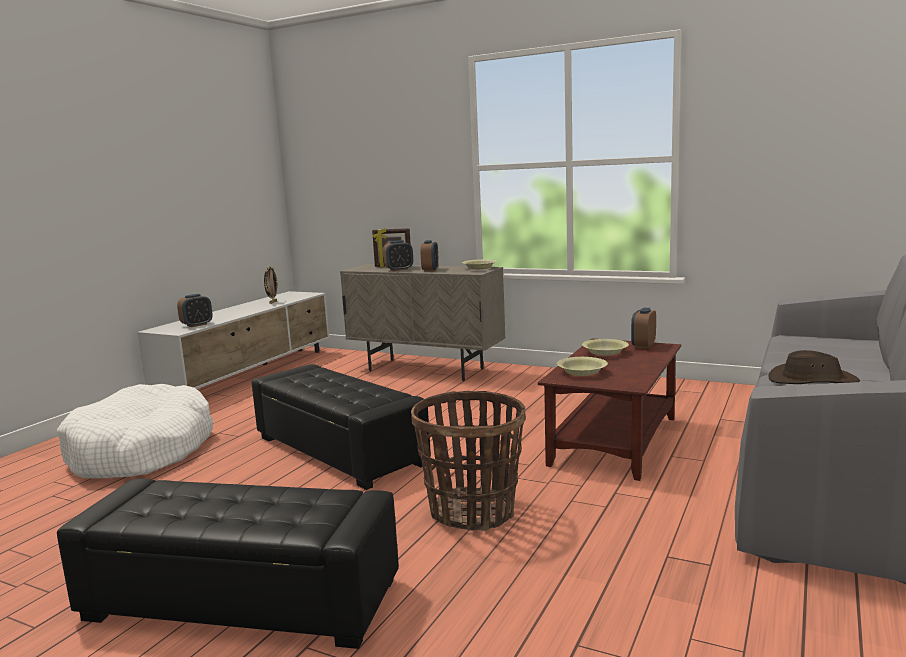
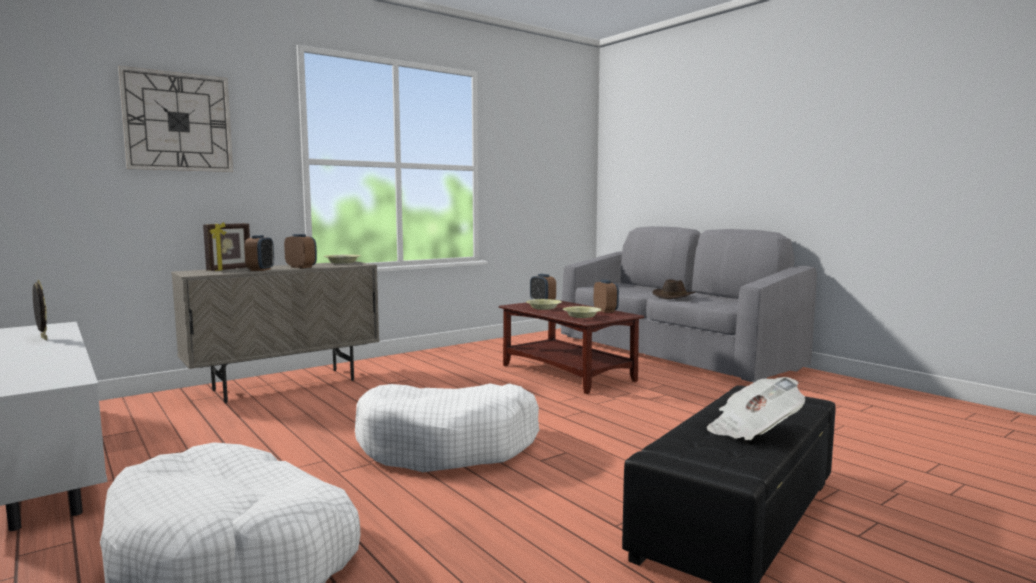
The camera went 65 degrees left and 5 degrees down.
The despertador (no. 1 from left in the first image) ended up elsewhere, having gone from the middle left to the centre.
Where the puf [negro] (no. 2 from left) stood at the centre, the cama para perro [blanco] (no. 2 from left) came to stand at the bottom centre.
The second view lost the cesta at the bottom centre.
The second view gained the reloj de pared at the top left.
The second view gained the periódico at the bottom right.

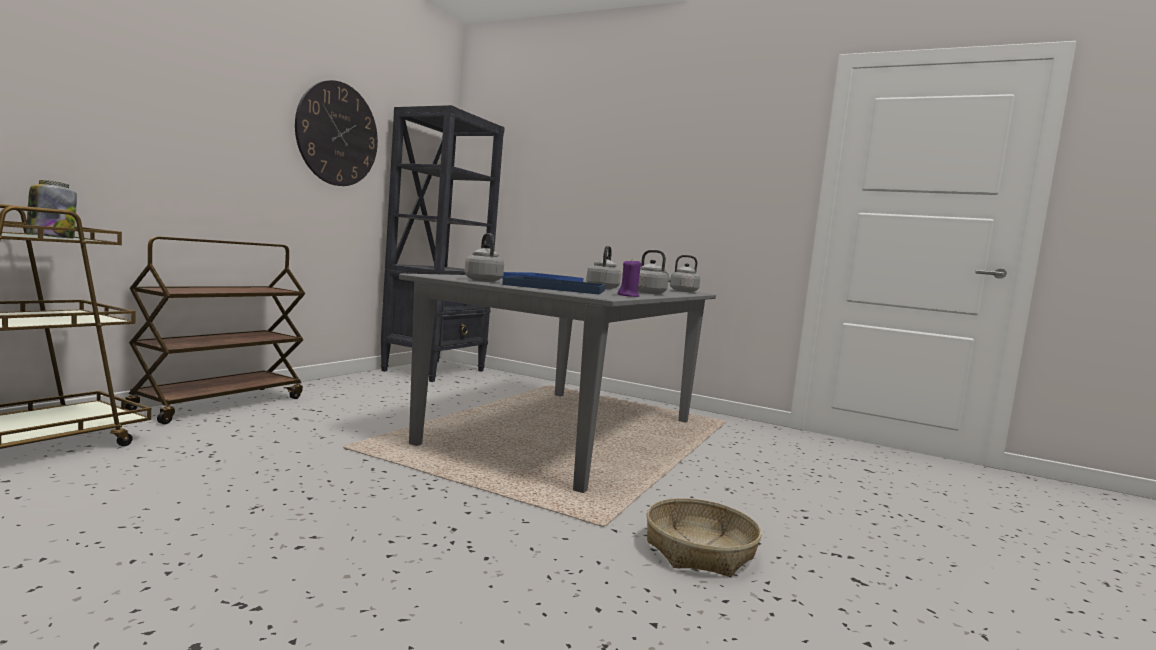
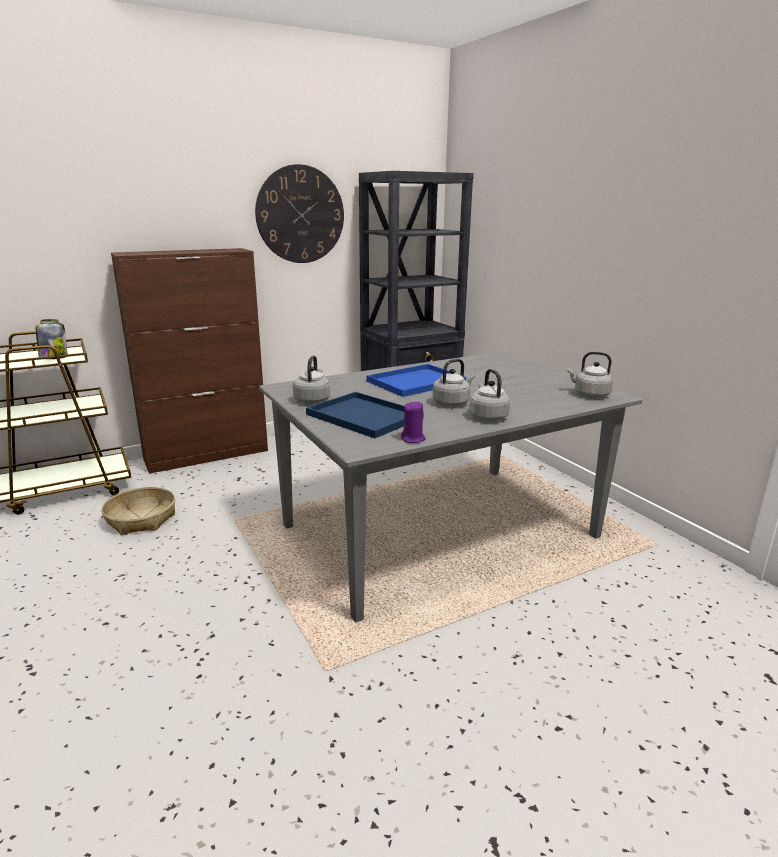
The camera went 35 degrees right and 15 degrees up.
Where the carrito [marrón] (no. 2 from left) stood at the middle left, the armario [marrón] came to stand at the middle left.
The cesta ended up elsewhere, having gone from the bottom centre to the middle left.

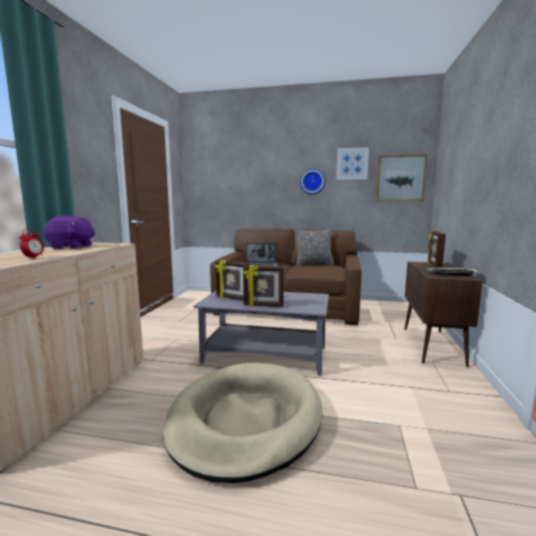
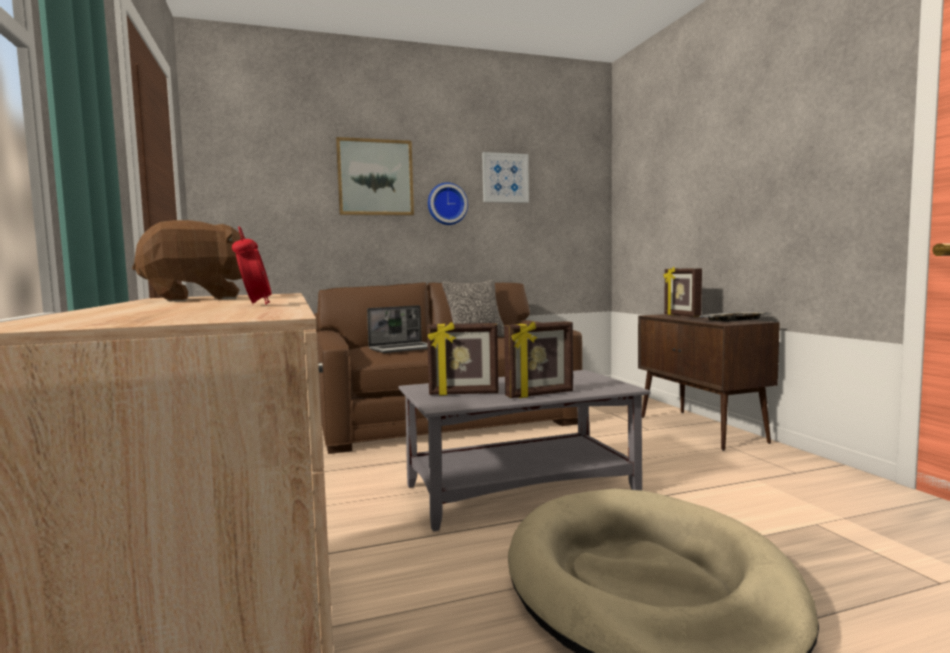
The camera went 30 degrees left and 5 degrees down.
What was the peluche [morado] at the middle left turned into the peluche [marrón] at the middle left.
The cuadro (no. 2 from left in the first image) ended up elsewhere, having gone from the top right to the top centre.

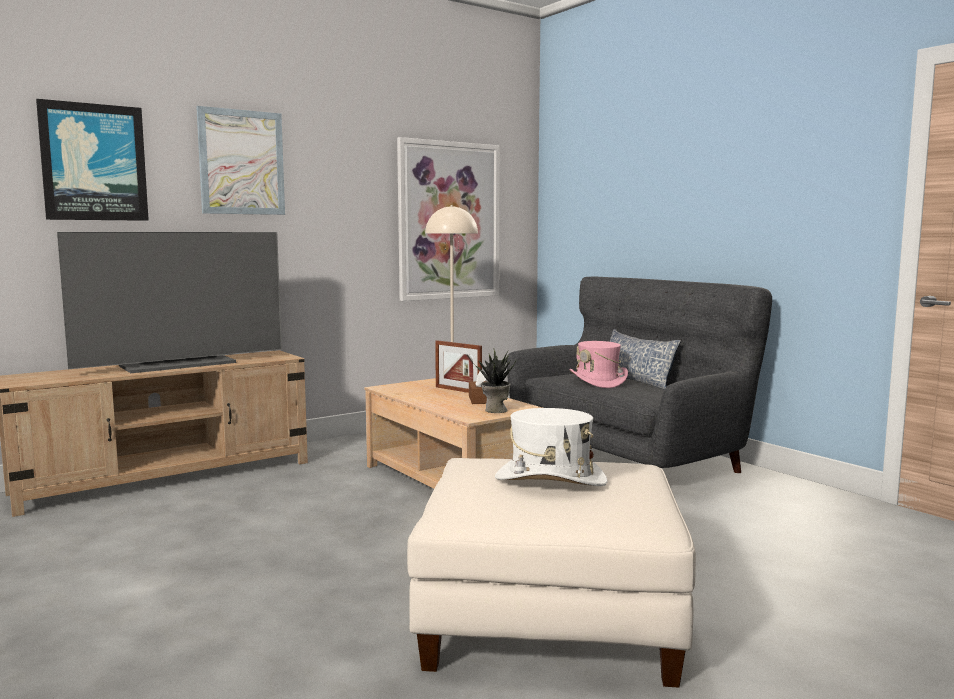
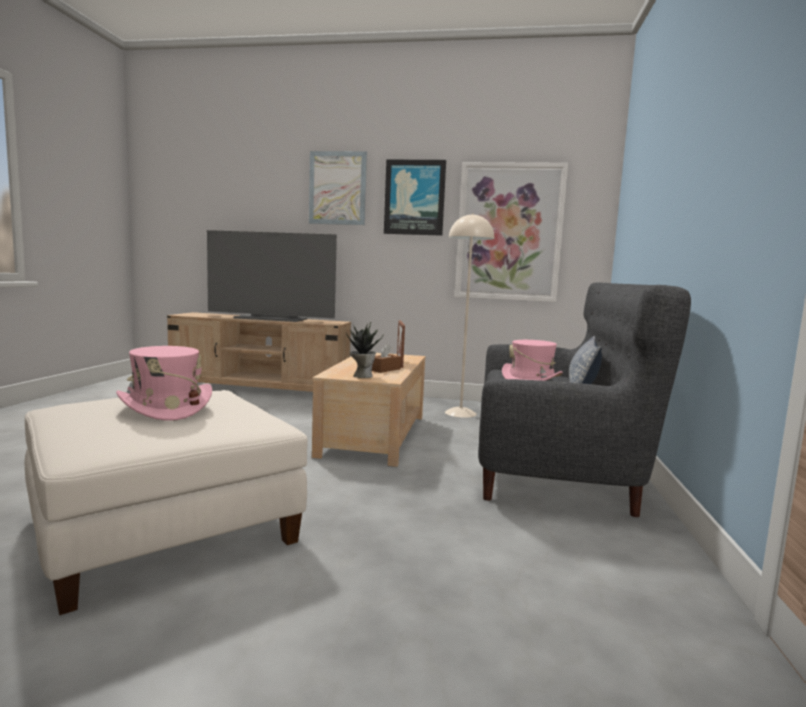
The camera went 45 degrees right and 0 degrees up.
The cuadro (no. 1 from left in the first image) ended up elsewhere, having gone from the top left to the top centre.
What was the sombrero [blanco] at the centre turned into the sombrero [rosa] (no. 1 from left) at the middle left.

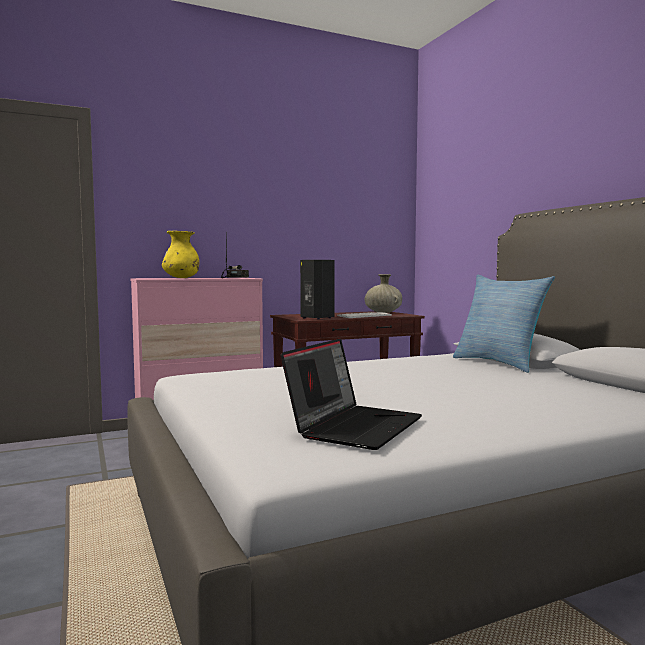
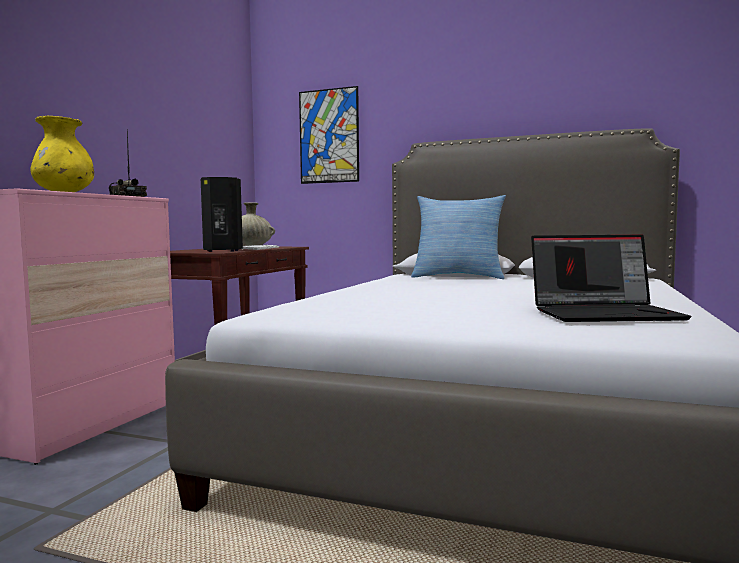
The camera went 45 degrees left and 0 degrees up.
The portátil at the centre ended up facing another way, 105 degrees clockwise from before.
The second view gained the cuadro at the top centre.

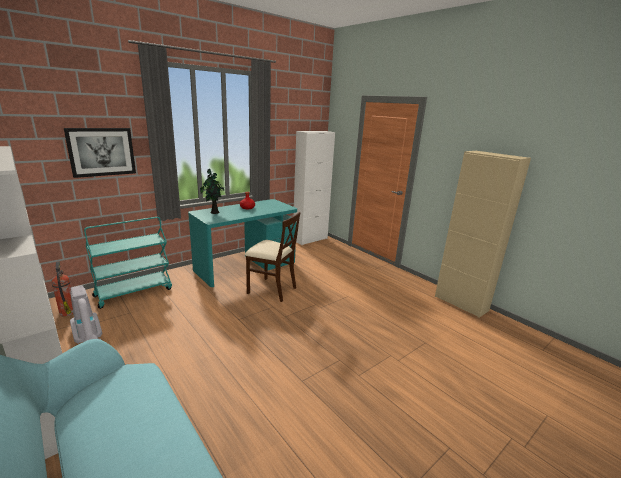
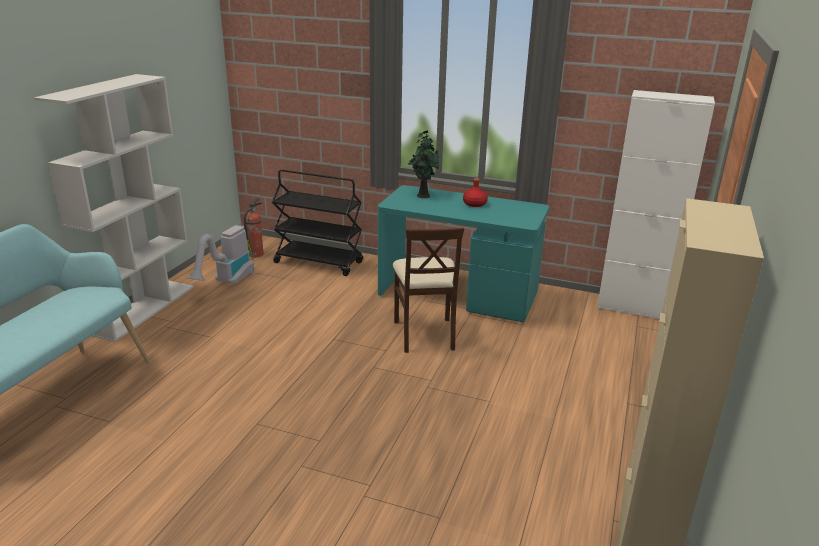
The camera went 60 degrees right and 5 degrees up.
The second view lost the cuadro at the top left.
What was the carrito [turquesa] at the middle left turned into the carrito [negro] at the centre.

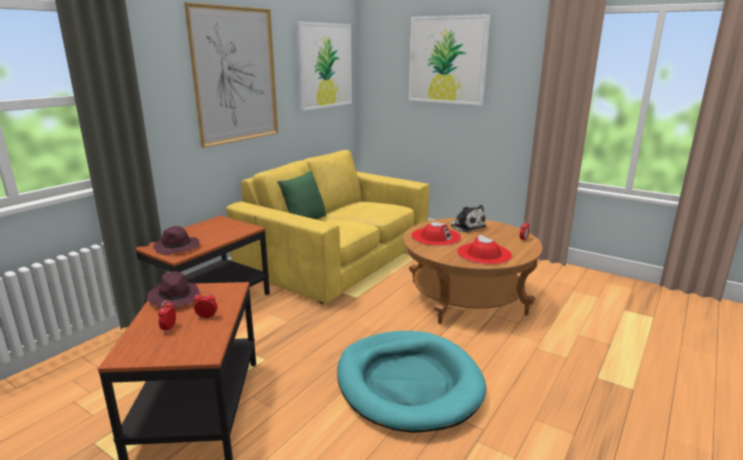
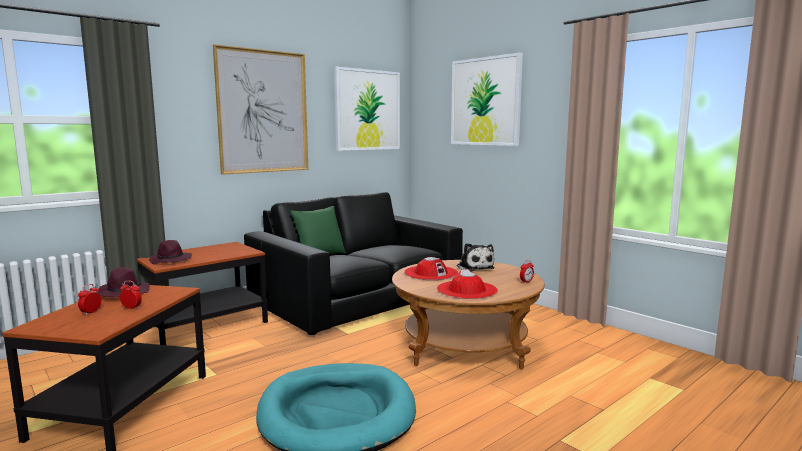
The camera went 15 degrees right and 10 degrees down.
What was the sofá [amarillo] at the centre turned into the sofá [negro] at the centre.

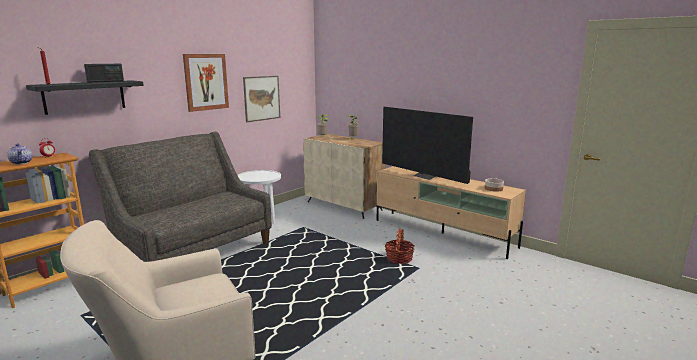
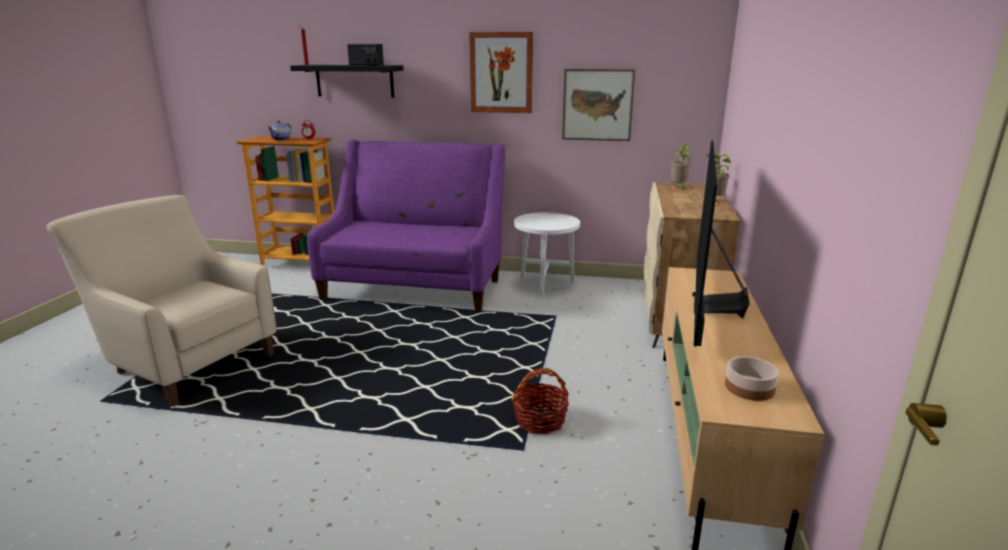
The camera went 60 degrees right and 5 degrees up.
What was the sofá [gris] at the middle left turned into the sofá [morado] at the centre.

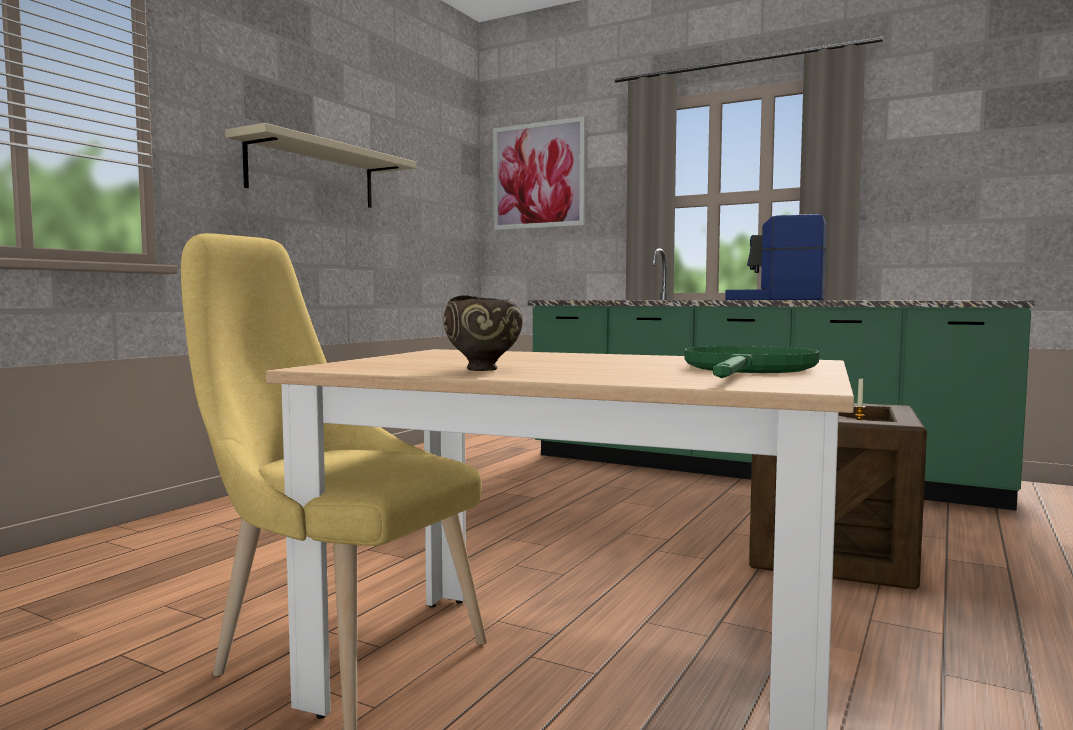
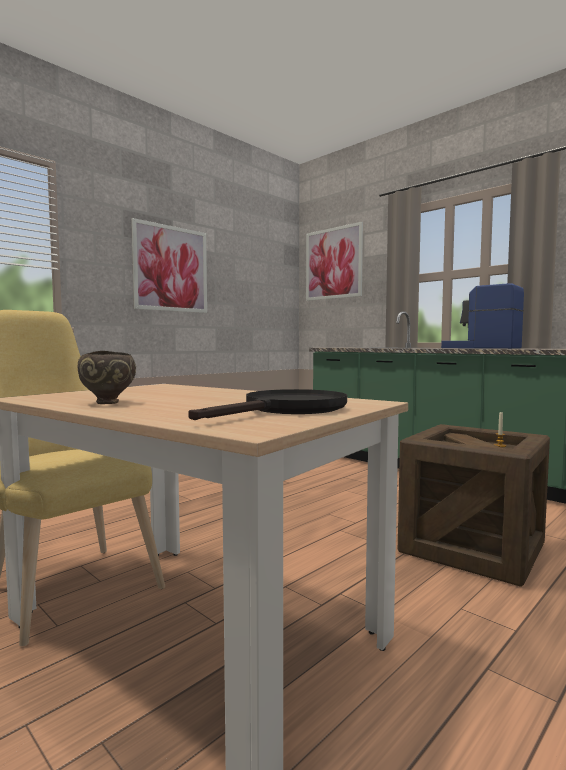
The camera went 15 degrees right and 0 degrees up.
Where the estante [beis] hung at the top left, the cuadro (no. 1 from left) came to hang at the middle left.
What was the sartén [verde] at the middle right turned into the sartén [negro] at the centre.

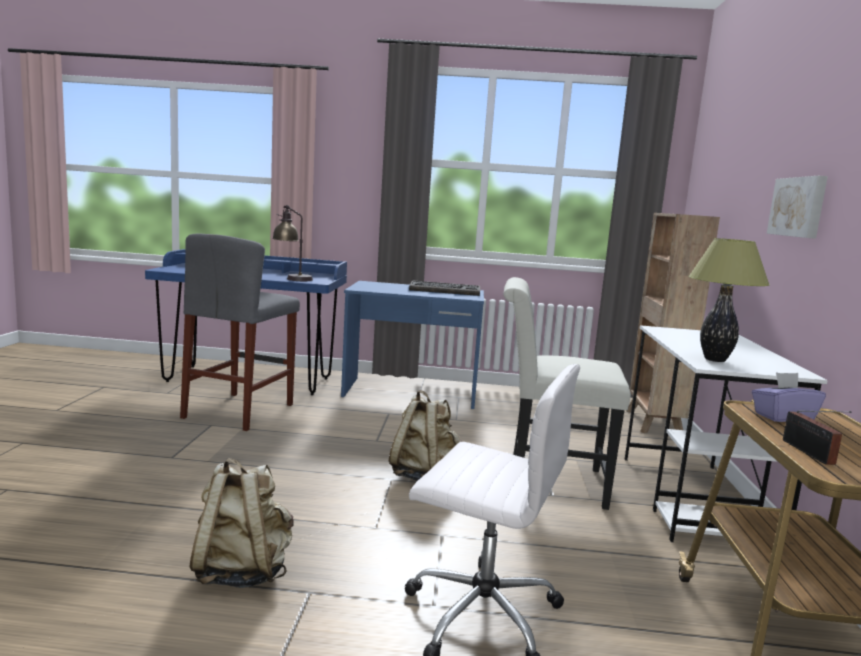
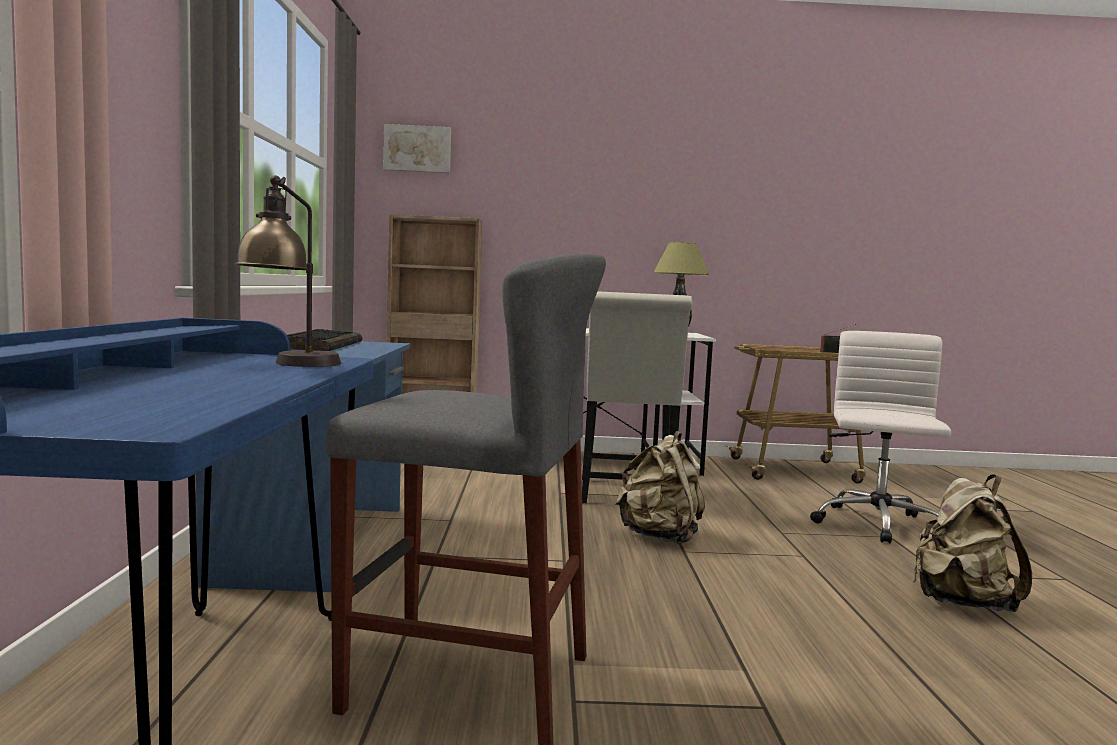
The camera went 95 degrees left and 5 degrees down.
The second view lost the caja de pañuelos [morado] at the middle right.
The cuadro ended up elsewhere, having gone from the top right to the top centre.

